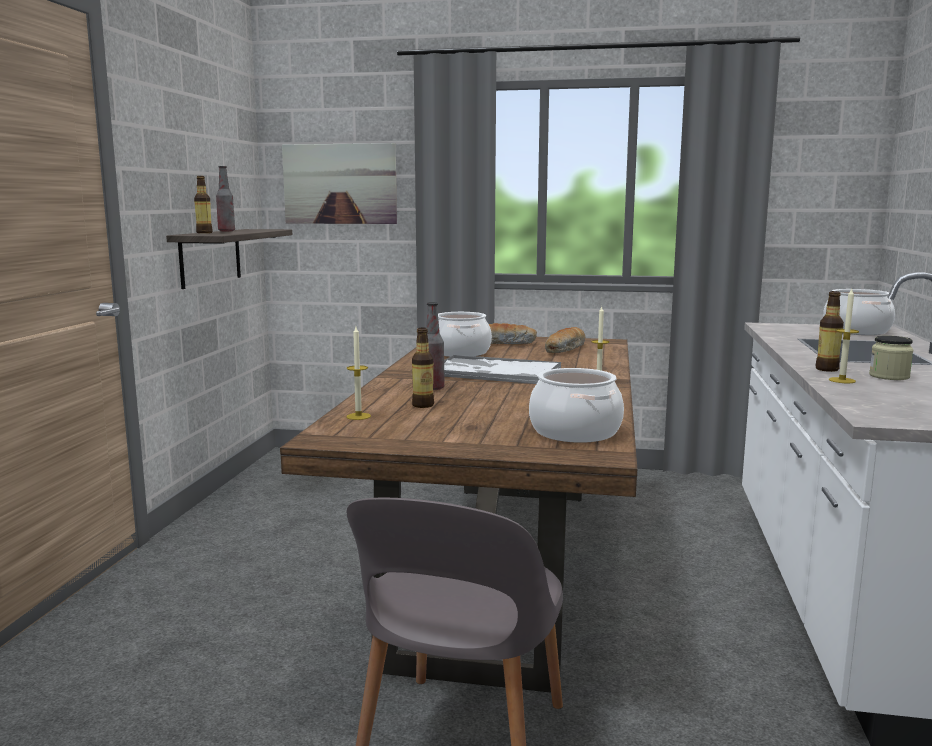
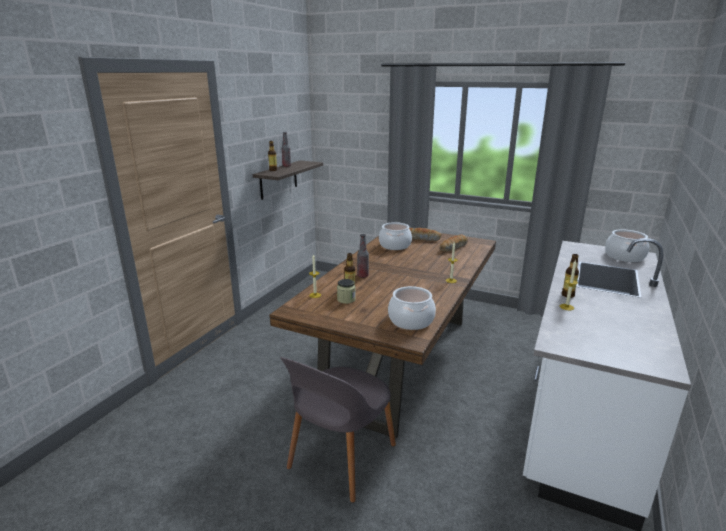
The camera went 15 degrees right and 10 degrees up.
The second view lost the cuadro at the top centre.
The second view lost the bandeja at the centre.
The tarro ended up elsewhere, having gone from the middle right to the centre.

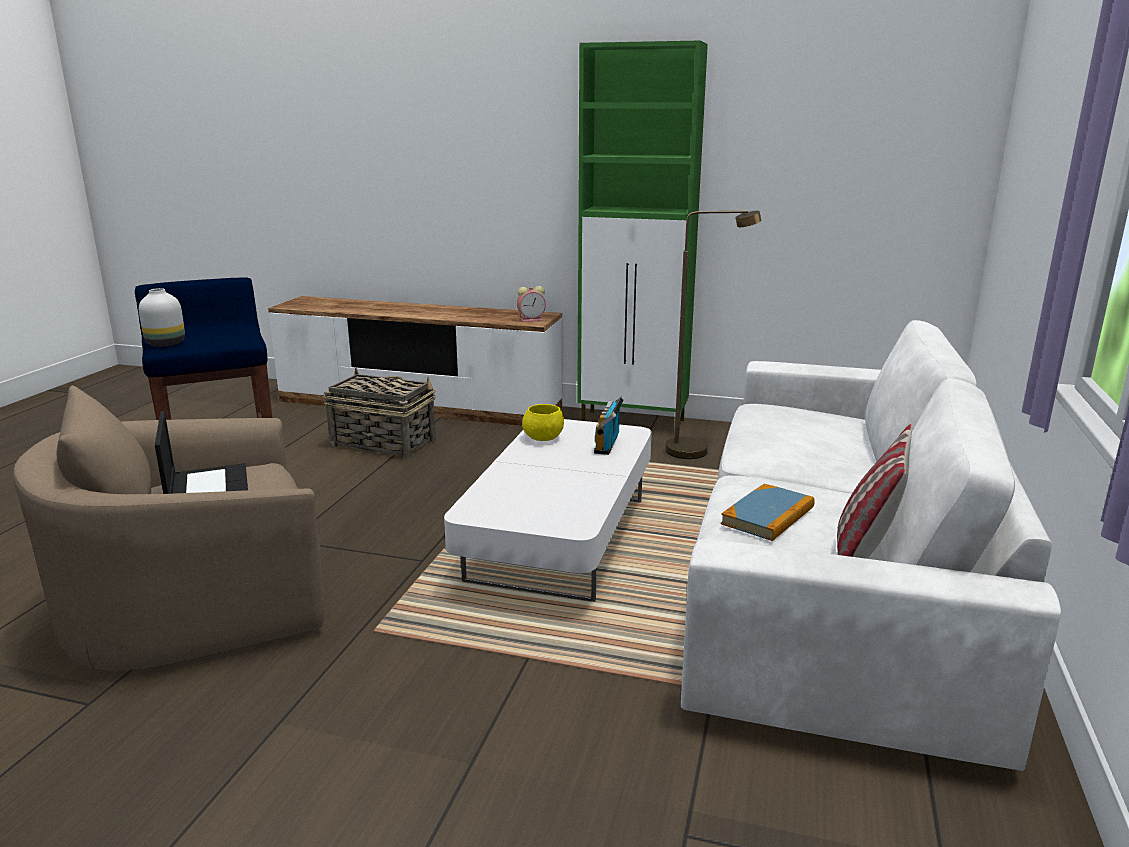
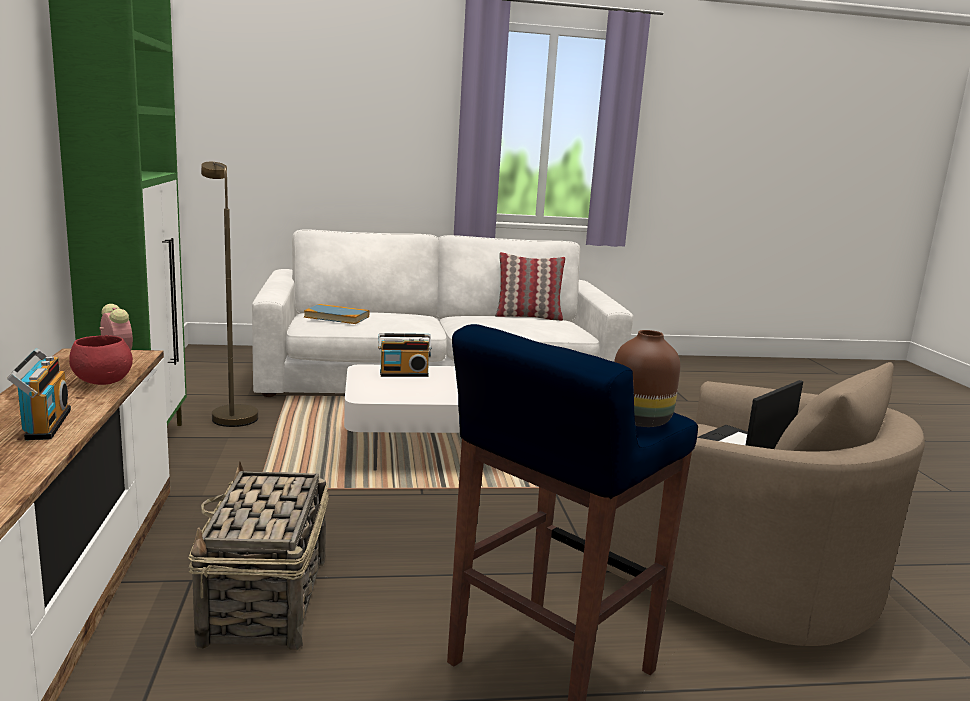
The camera went 115 degrees left and 5 degrees down.
What was the florero [blanco] at the middle left turned into the florero [marrón] at the middle right.
The second view lost the cuenco [amarillo] at the centre.
The libro ended up elsewhere, having gone from the middle right to the centre.
The second view gained the radio (no. 1 from left) at the middle left.
The second view gained the cuenco [rojo] at the middle left.

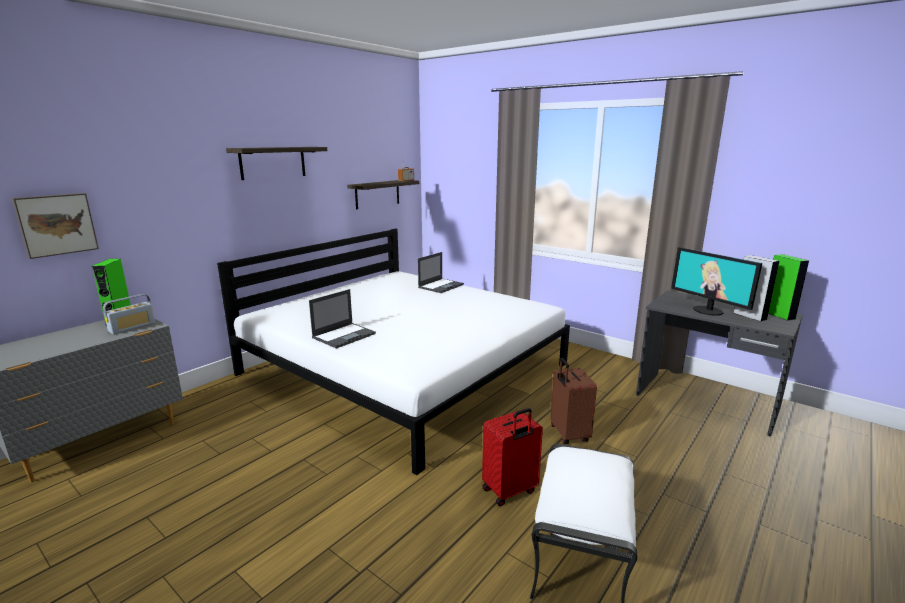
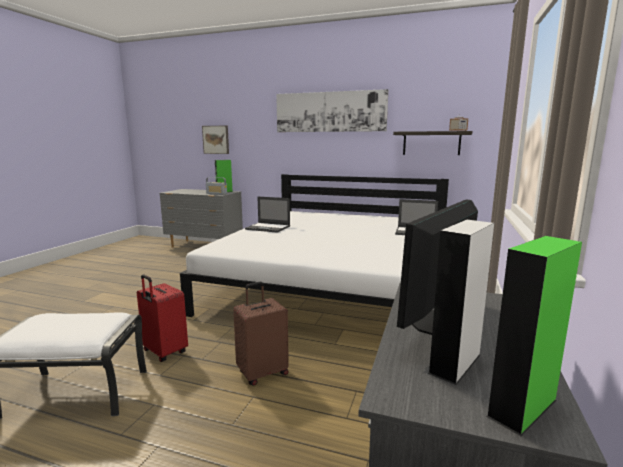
The camera went 70 degrees right and 5 degrees down.
Where the estante (no. 1 from left) hung at the top left, the cuadro (no. 2 from left) came to hang at the top centre.

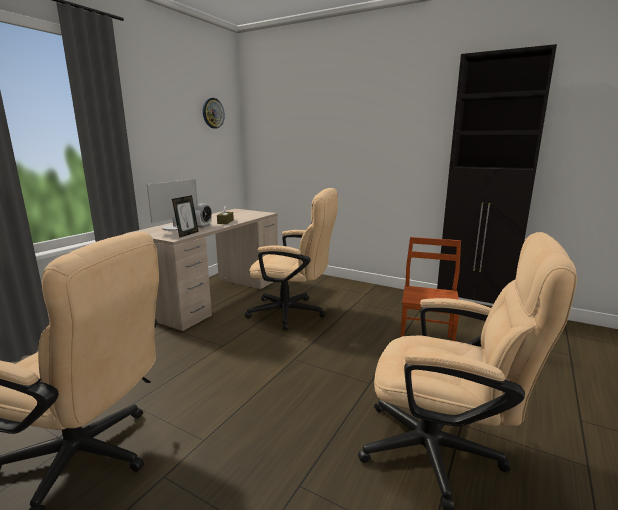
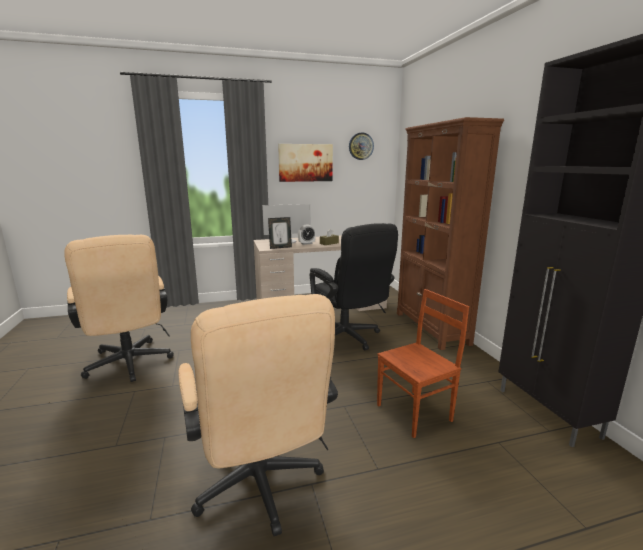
The camera went 45 degrees right and 0 degrees up.
What was the silla de oficina [beis] (no. 2 from left) at the centre turned into the silla de oficina [negro] at the centre.
The second view gained the cuadro at the top centre.
The second view gained the estantería [marrón] at the middle right.

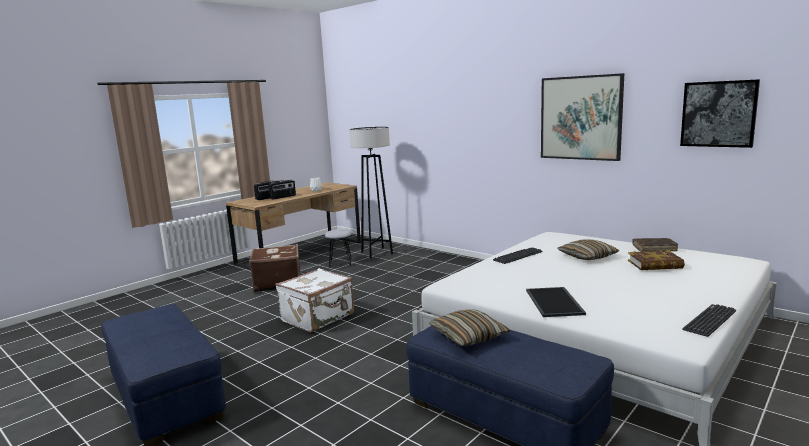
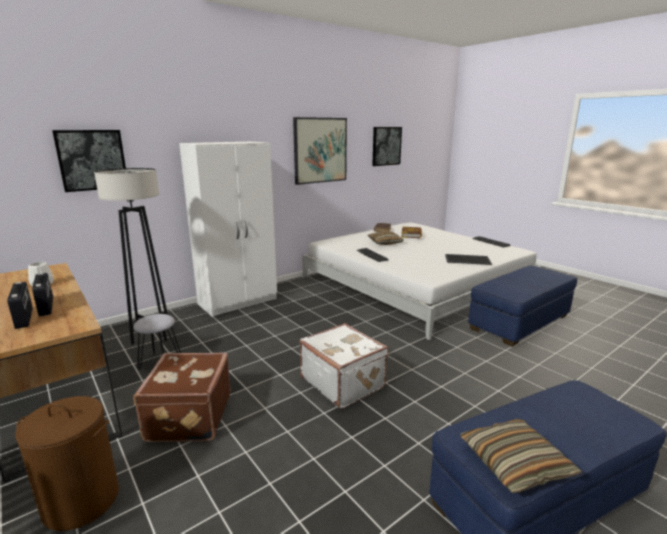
The camera went 80 degrees left and 5 degrees up.
The cojín (no. 1 from left in the first image) ended up elsewhere, having gone from the bottom centre to the bottom right.
The second view gained the cesto de la ropa [marrón] at the bottom left.
The second view gained the cuadro (no. 1 from left) at the top left.
The second view gained the armario ropero [blanco] at the centre.

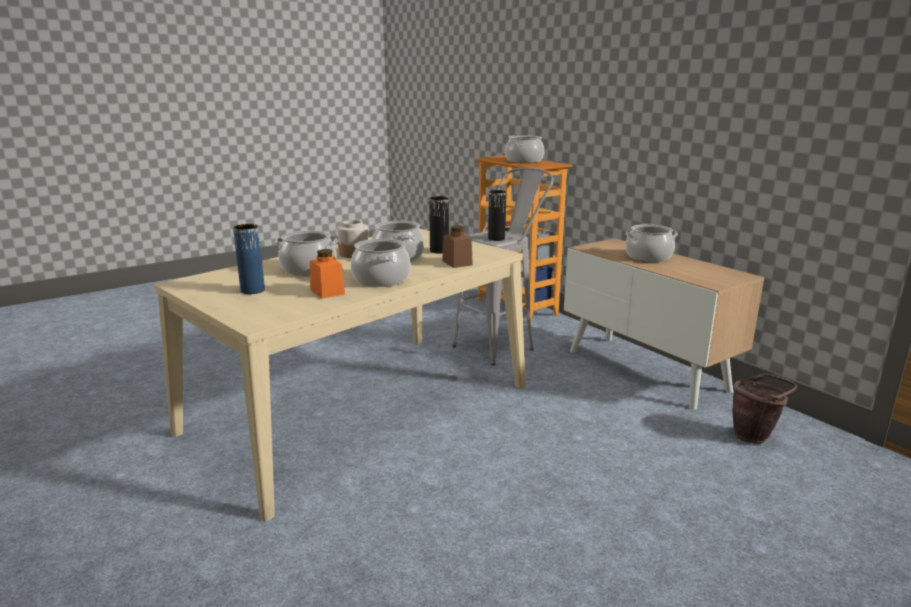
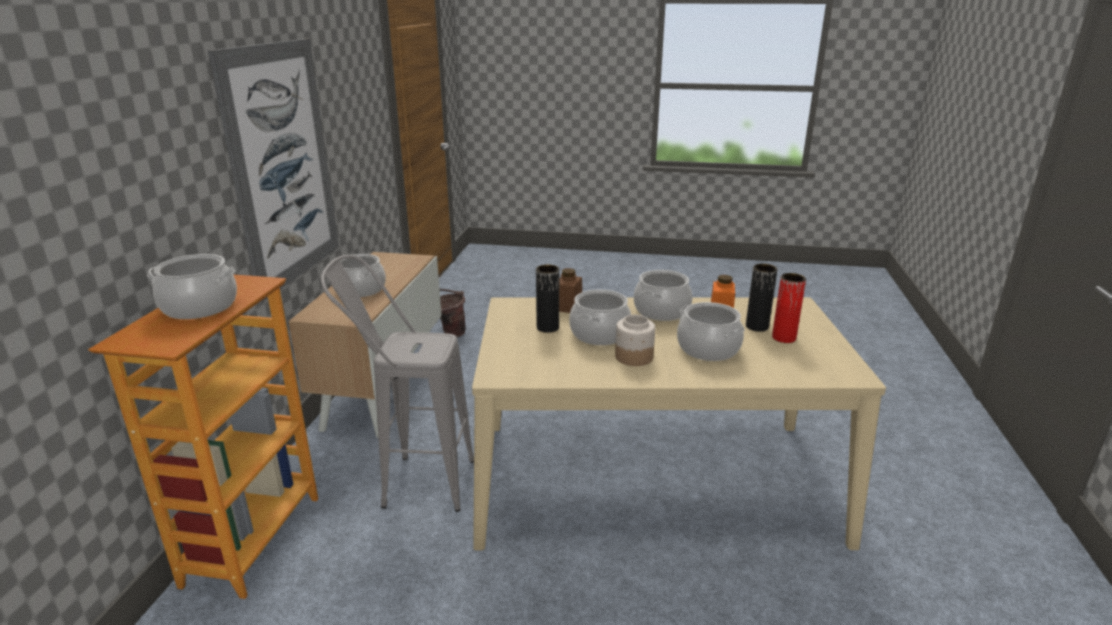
The camera went 135 degrees left and 5 degrees up.
What was the florero [azul] at the middle left turned into the florero [rojo] at the middle right.
The florero [negro] (no. 2 from left) ended up elsewhere, having gone from the centre to the middle right.
The second view gained the cuadro at the top left.

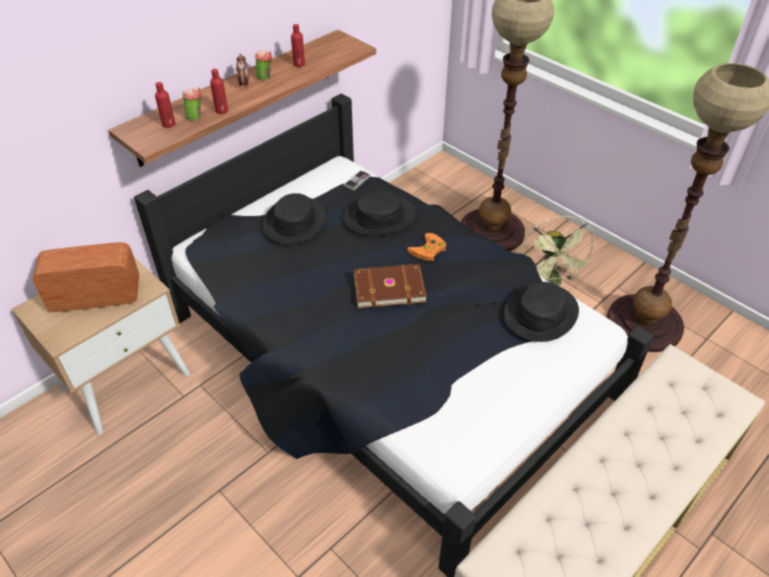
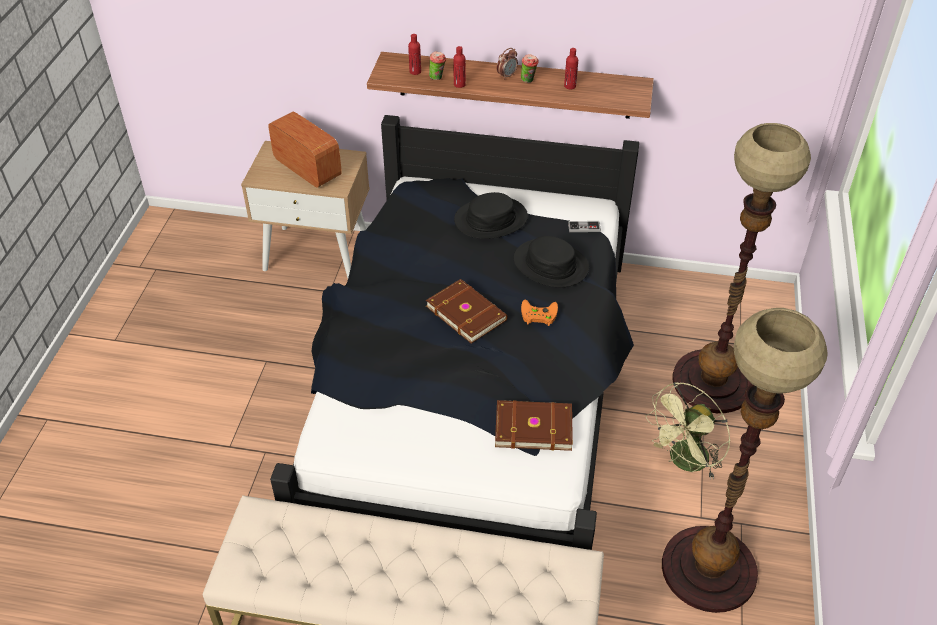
The camera went 55 degrees right and 0 degrees up.
Where the sombrero [negro] (no. 3 from left) stood at the middle right, the libro [marrón] (no. 2 from left) came to stand at the bottom centre.

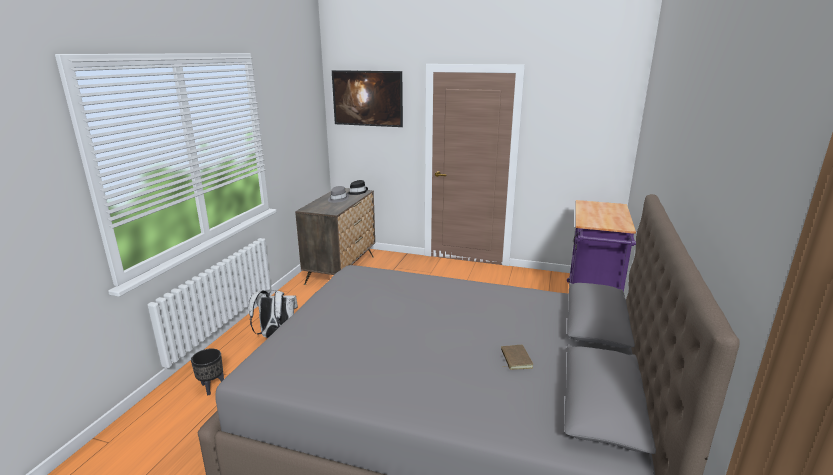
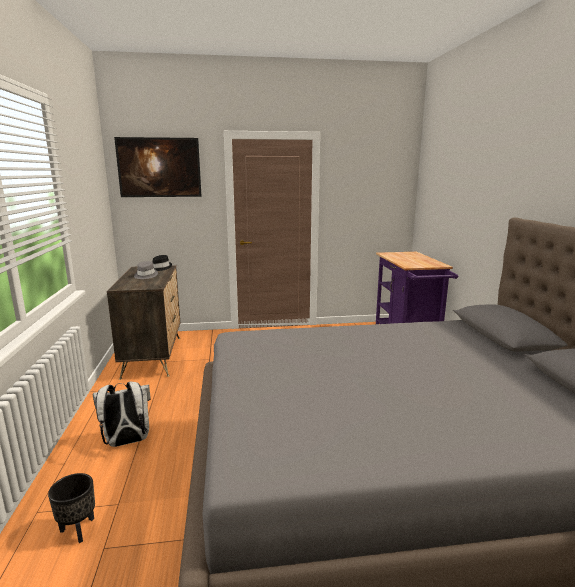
The camera went 25 degrees left and 5 degrees down.
The second view lost the libro [marrón] at the bottom centre.

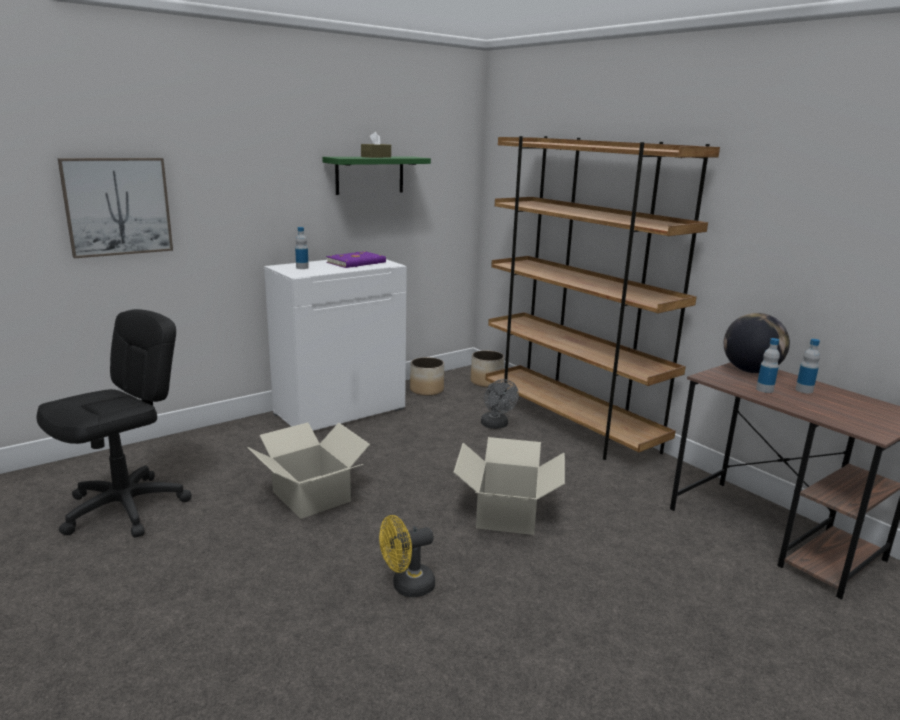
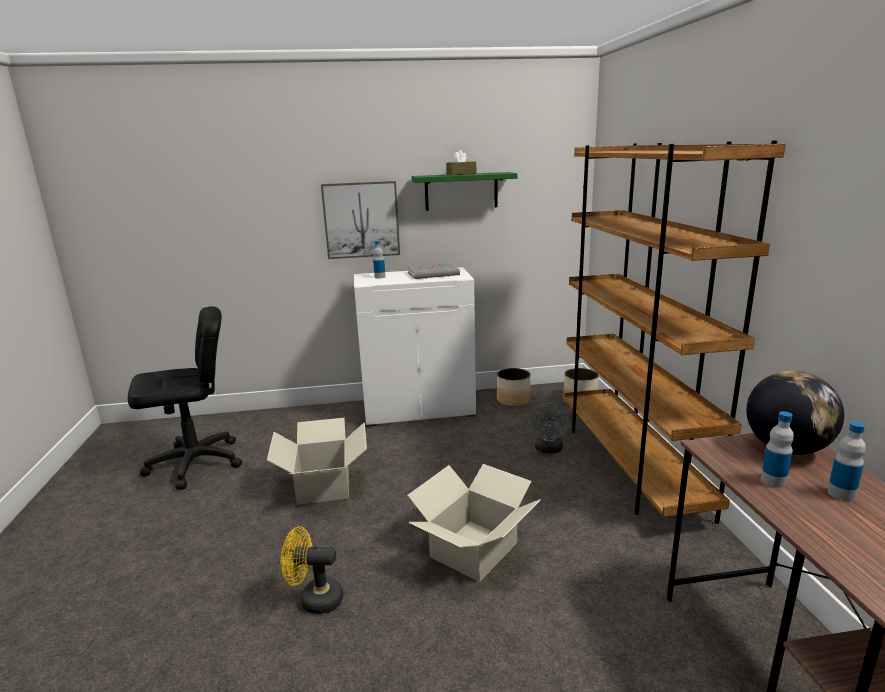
The camera went 30 degrees right and 0 degrees up.
The cuadro ended up elsewhere, having gone from the top left to the top centre.
What was the libro [morado] at the centre turned into the libro [gris] at the centre.

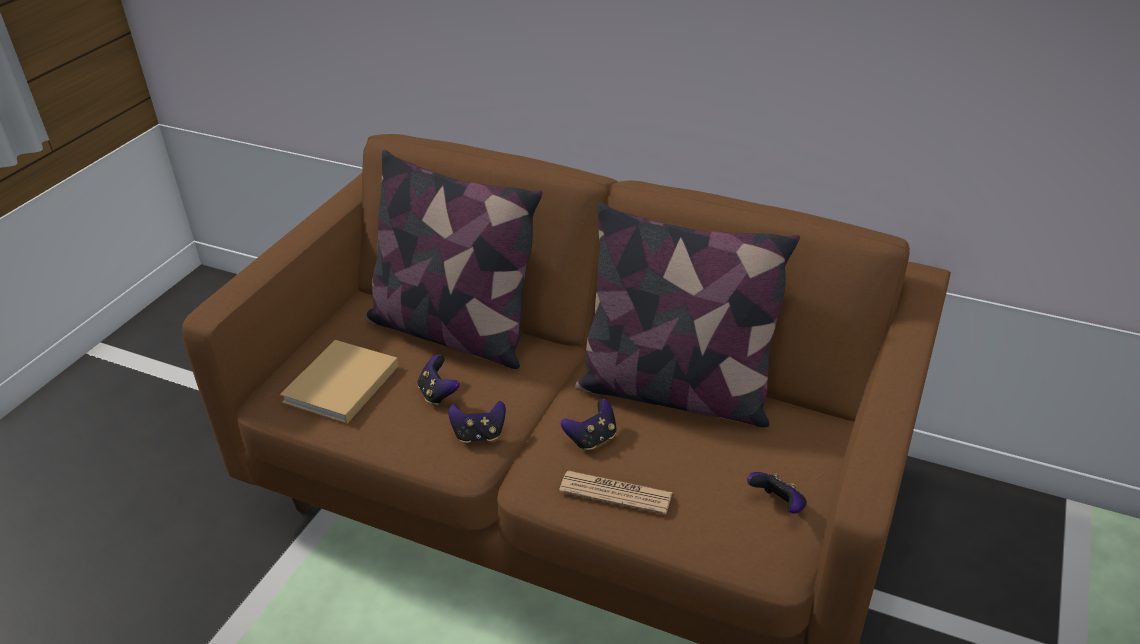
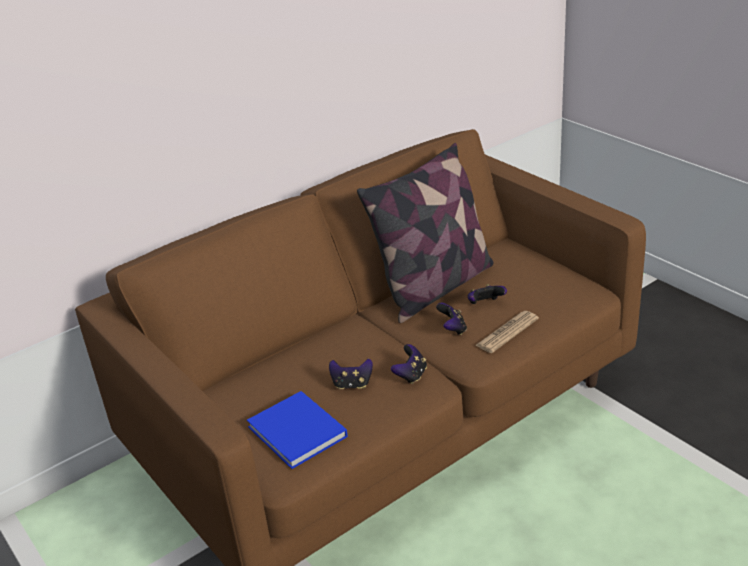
The camera went 60 degrees left and 5 degrees down.
What was the libro [beis] at the middle left turned into the libro [azul] at the bottom centre.
The second view lost the cojín (no. 1 from left) at the centre.
The mando de consola (no. 4 from left) ended up elsewhere, having gone from the bottom right to the centre.

